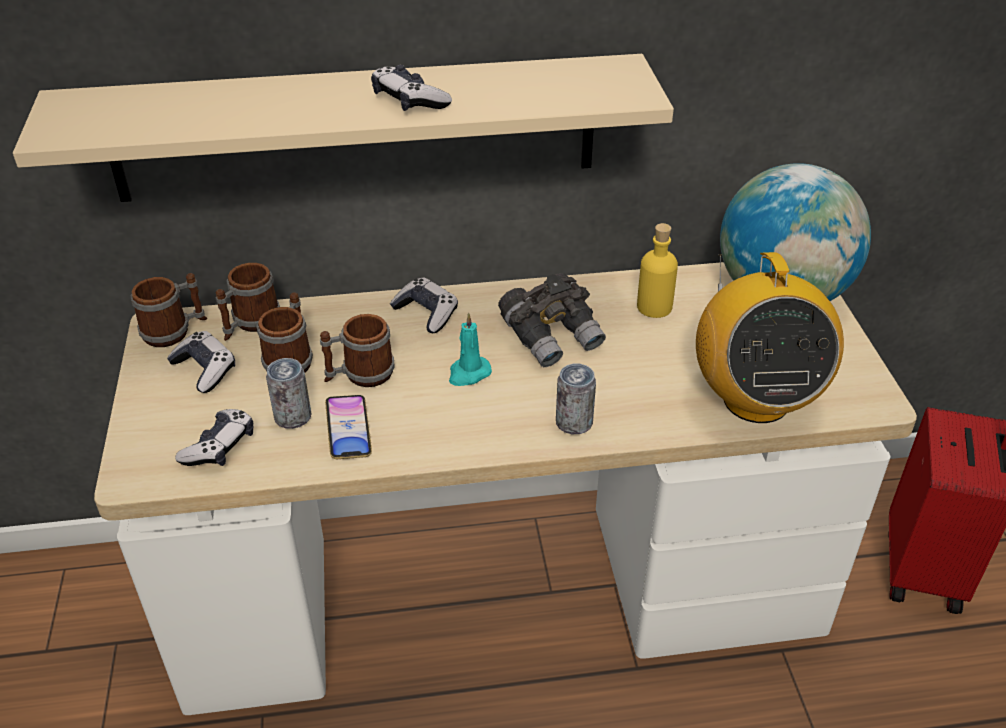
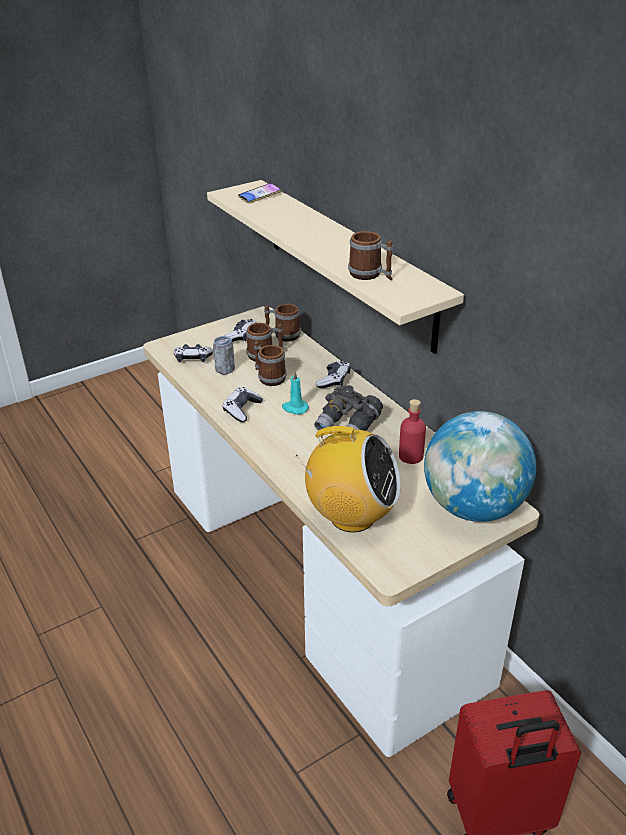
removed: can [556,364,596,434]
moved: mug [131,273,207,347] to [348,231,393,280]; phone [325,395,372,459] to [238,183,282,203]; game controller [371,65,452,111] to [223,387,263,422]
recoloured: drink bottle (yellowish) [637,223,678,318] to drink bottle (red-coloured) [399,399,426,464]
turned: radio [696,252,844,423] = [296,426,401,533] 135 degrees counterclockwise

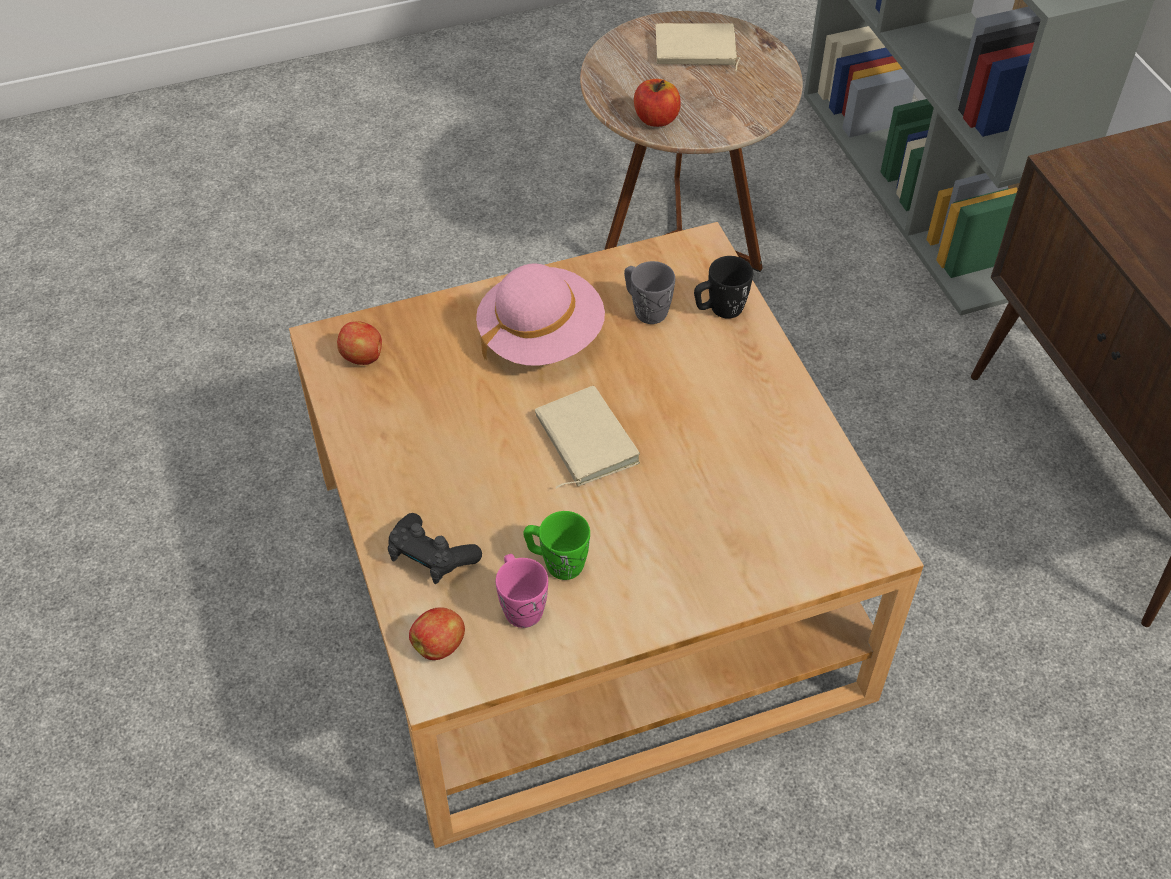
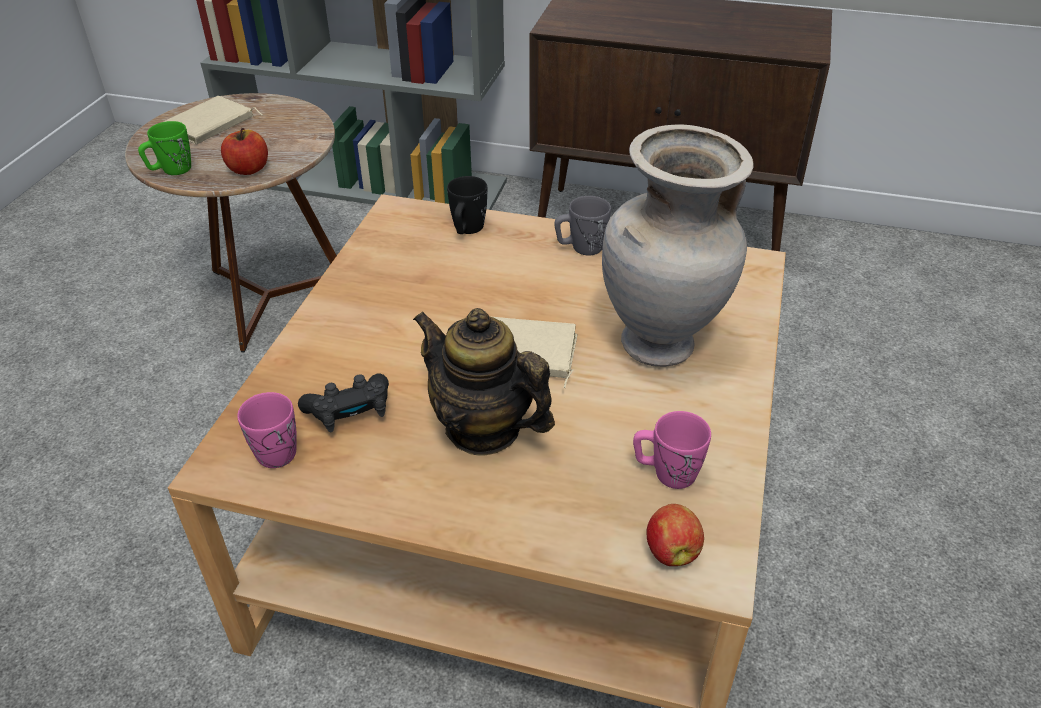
removed: hat (pink-coloured) [476,263,605,366]
added: tea pot [413,308,555,455]; flower vase (beige-coloured) [602,124,753,367]
moved: game controller (black) [388,513,482,584] to [298,374,389,432]; mug (green) [523,511,590,580] to [138,121,191,175]; mug (grey) [624,261,675,324] to [554,196,611,256]
replaced: whole apple [337,321,382,365] to mug (pink-coloured) [237,392,297,468]

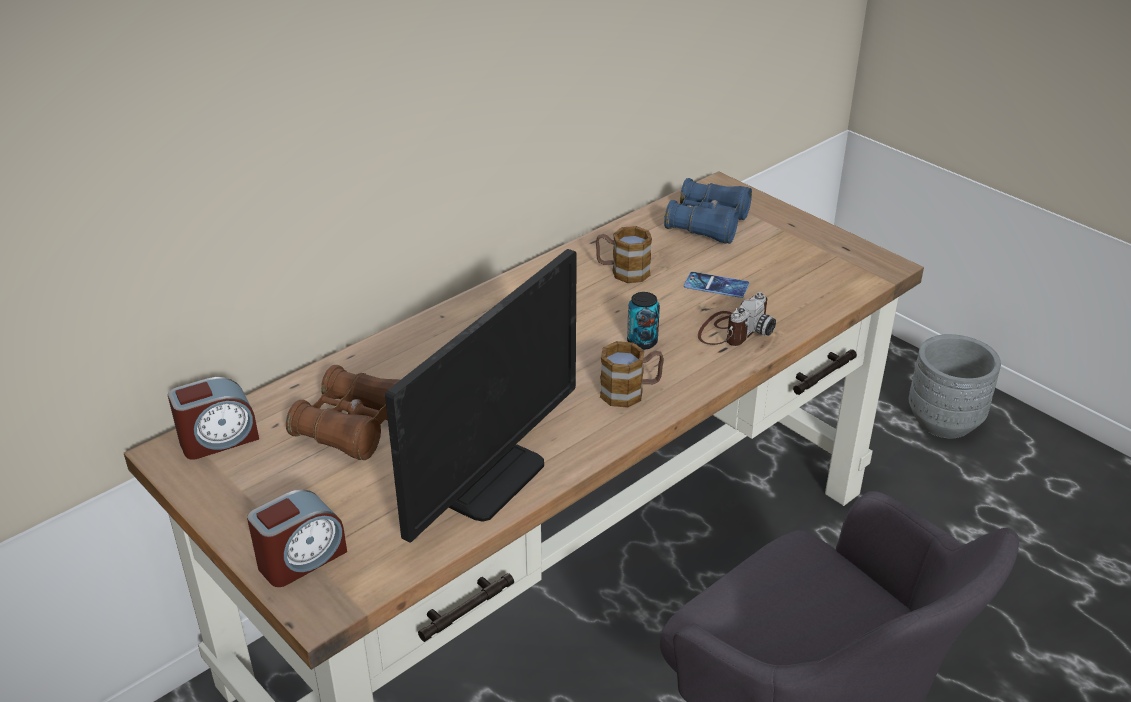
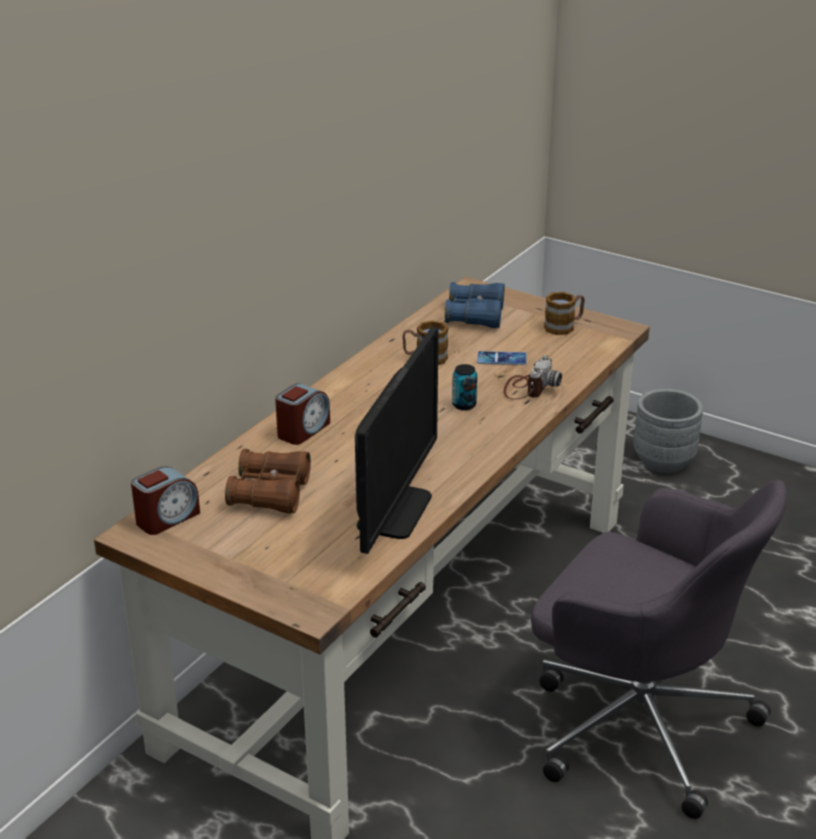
moved: alarm clock [247,489,347,587] to [275,383,330,445]; mug [600,341,664,408] to [544,292,585,335]

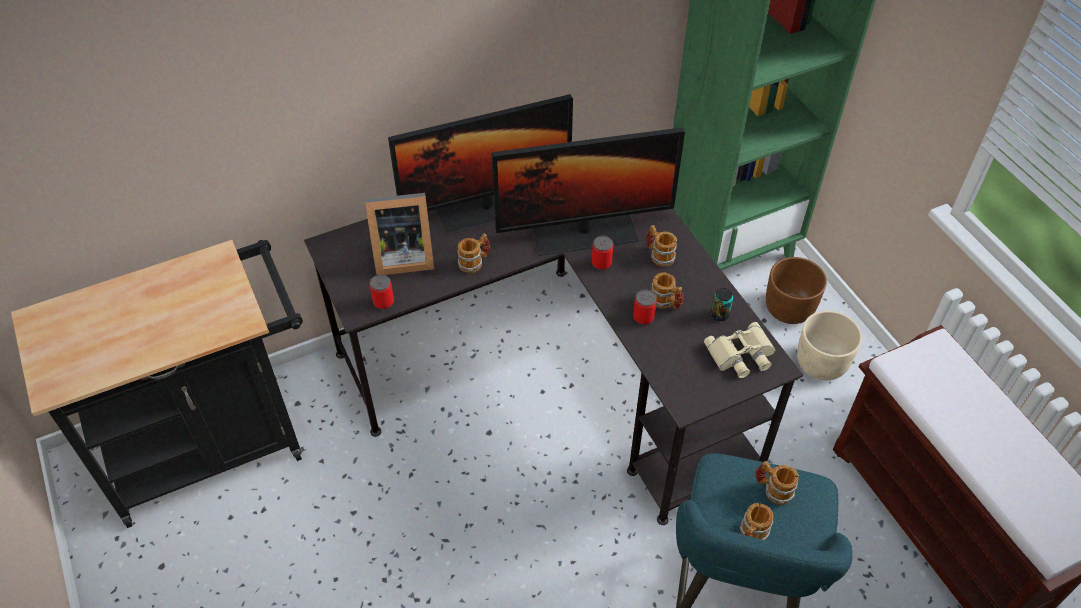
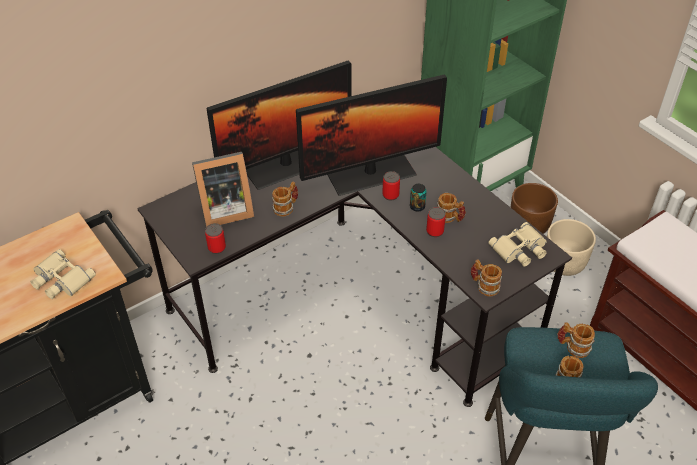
added: binoculars (beige-coloured) [30,249,96,299]
moved: mug [646,225,677,267] to [471,259,502,296]; can [710,288,733,321] to [410,184,427,212]

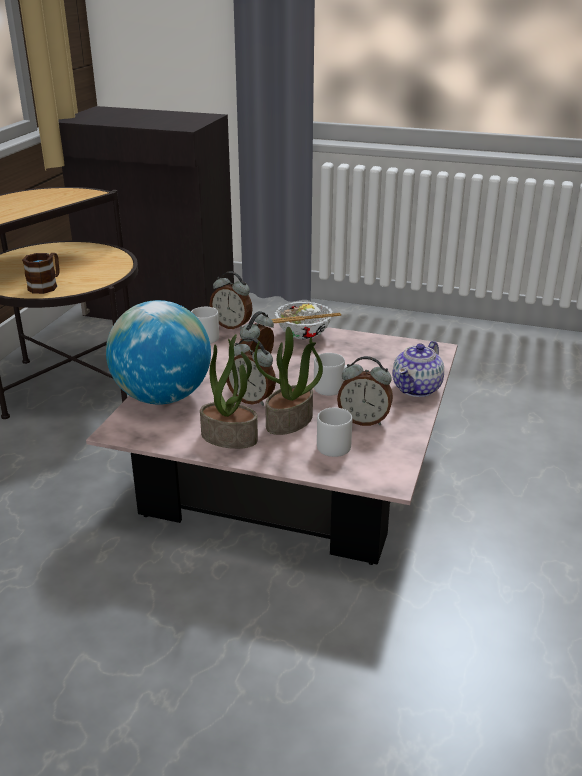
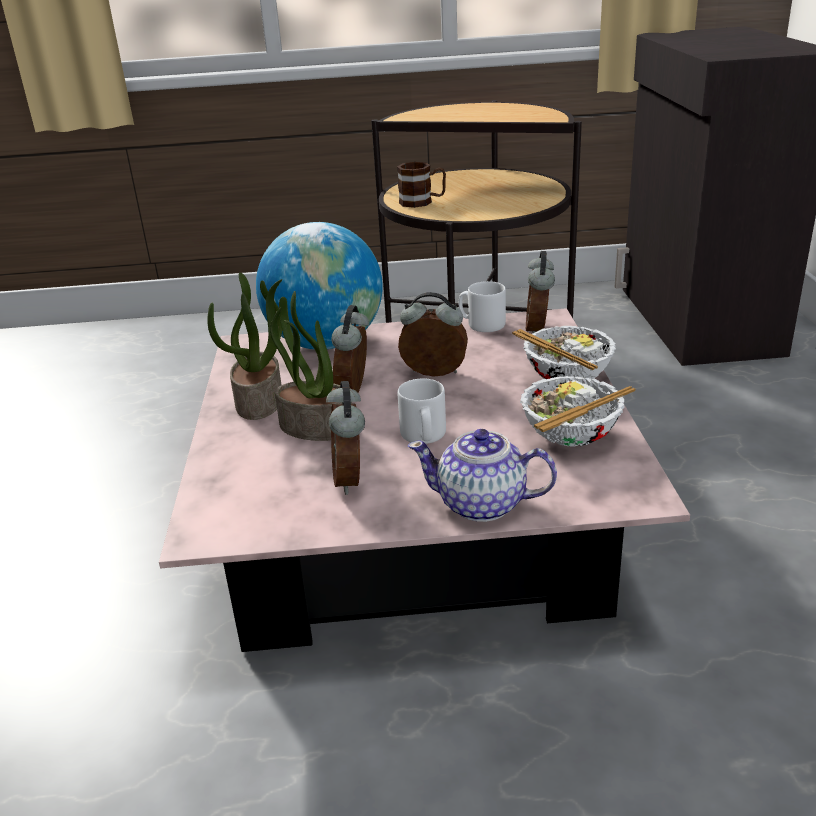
removed: mug (grey) [317,408,352,457]
added: bowl [520,376,635,447]

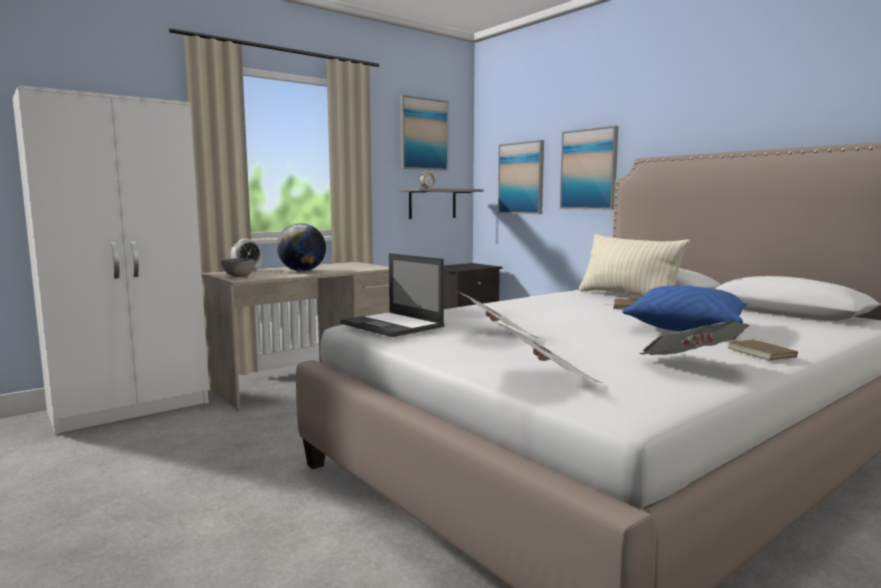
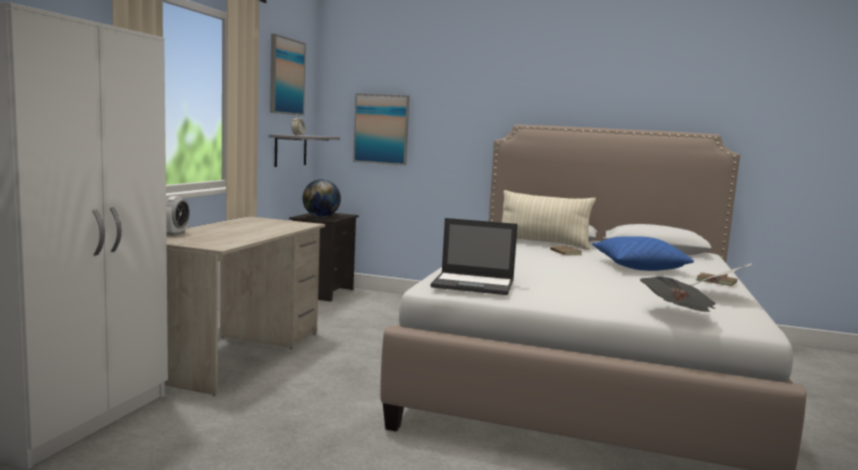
removed: bowl (grey) [221,258,255,277]; daily paper [455,291,540,338]; wall picture [560,126,618,210]
moved: world globe [277,223,326,271] to [303,179,341,217]

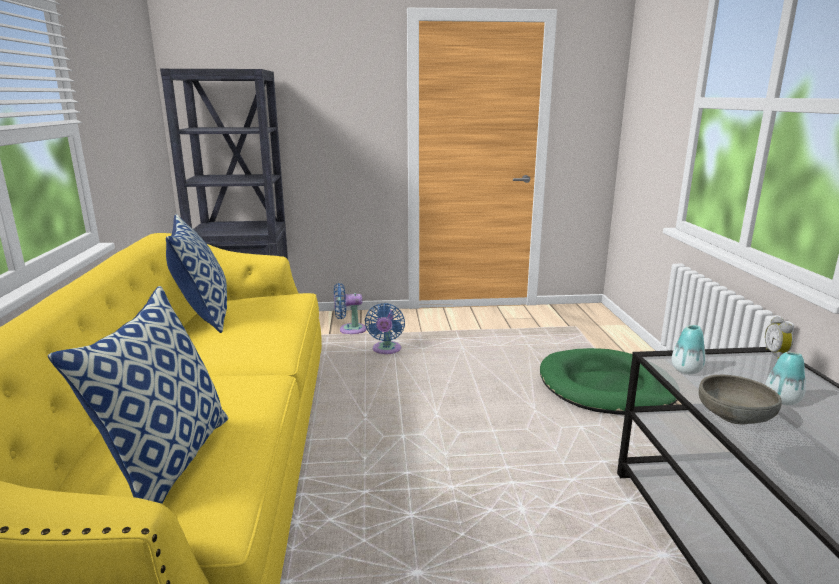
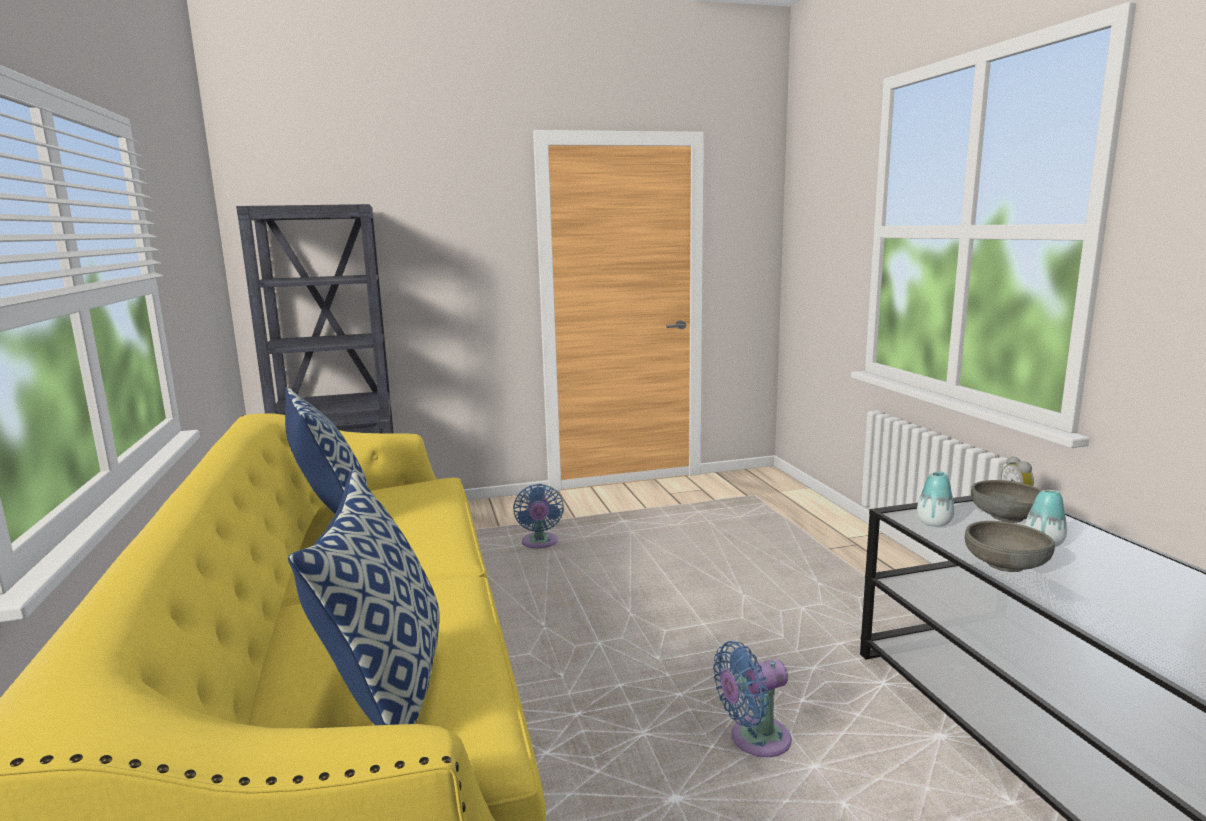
removed: dog cushion (green) [540,348,677,415]
added: bowl (grey) [971,480,1042,523]
moved: cooling fan (blue-coloured) [334,283,366,334] to [713,641,792,757]

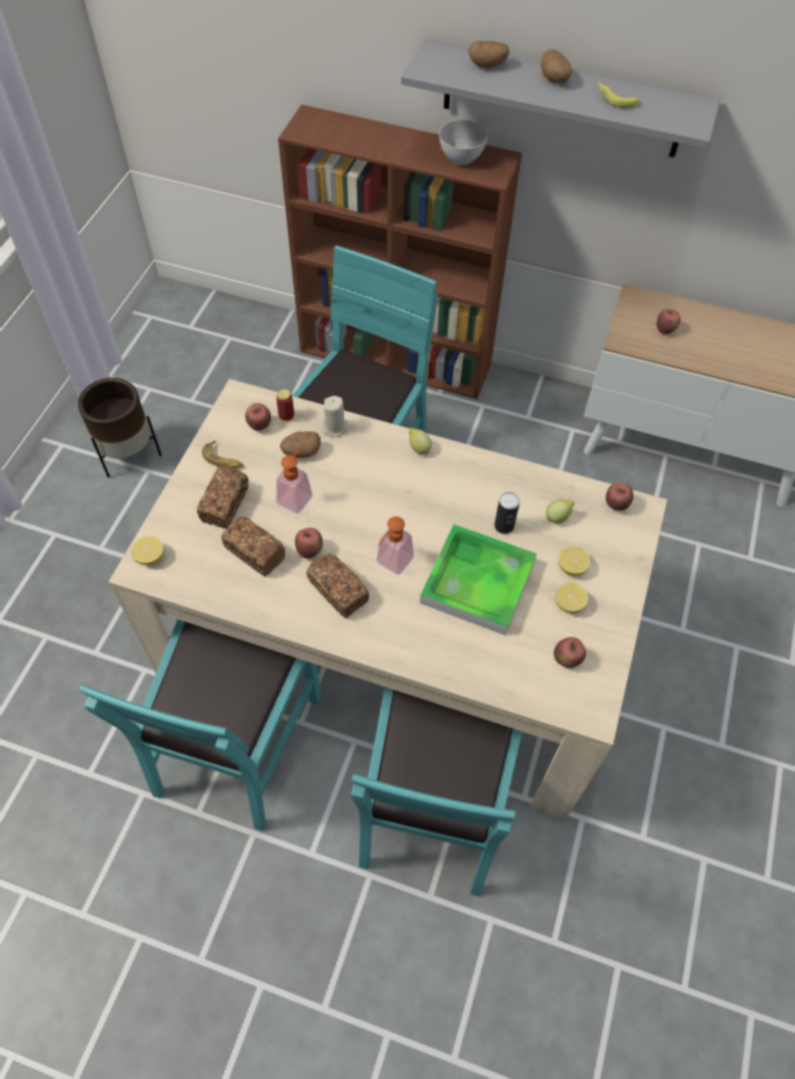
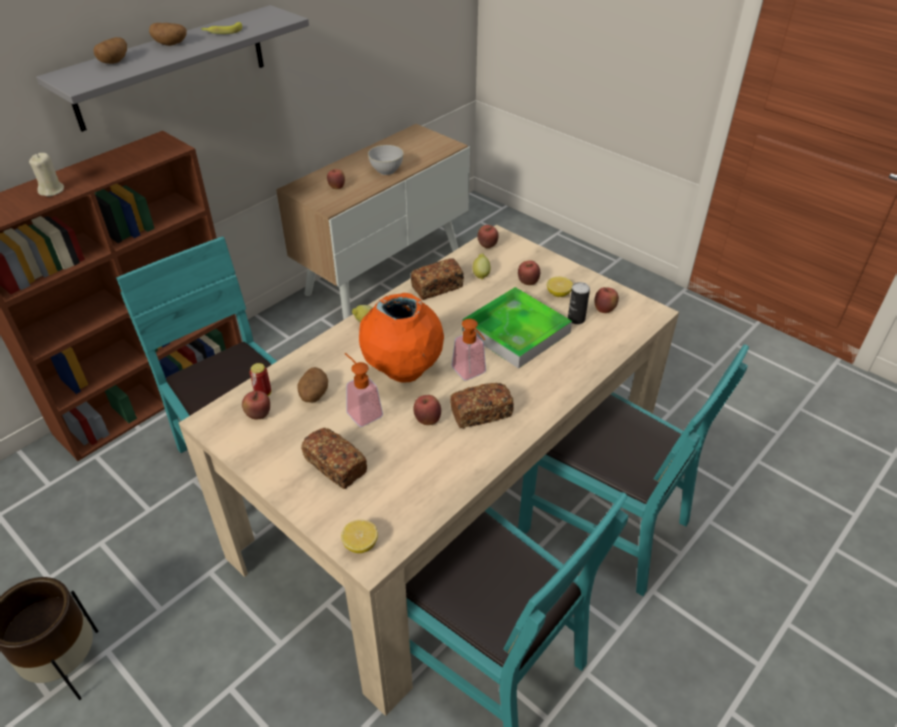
removed: whole banana [202,441,243,468]
added: flower vase (orange-coloured) [359,293,444,382]
moved: bakery bread [221,516,285,576] to [411,258,464,300]; wax candle (beige-coloured) [323,396,348,437] to [29,153,64,197]; bowl (grey) [439,120,488,165] to [368,145,403,175]; can [494,492,520,534] to [568,282,590,324]
replaced: citrus fruit [558,546,590,575] to whole apple [518,260,540,285]

